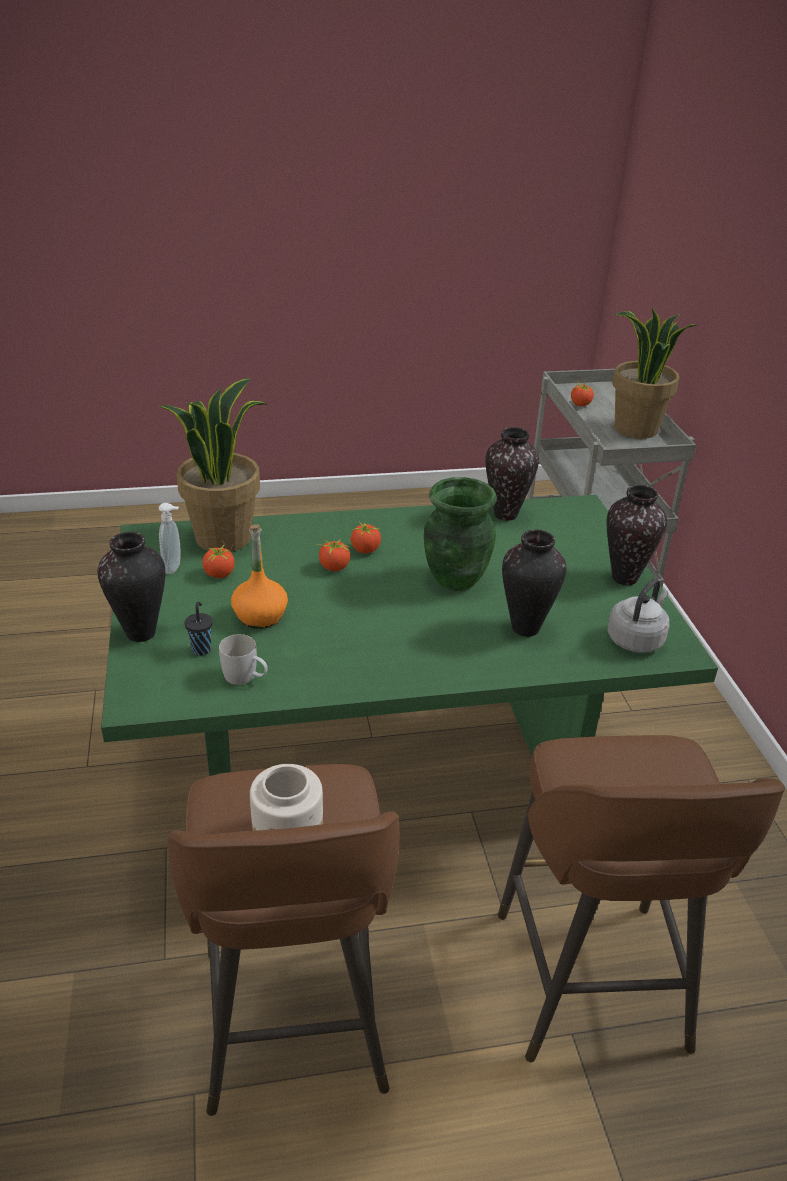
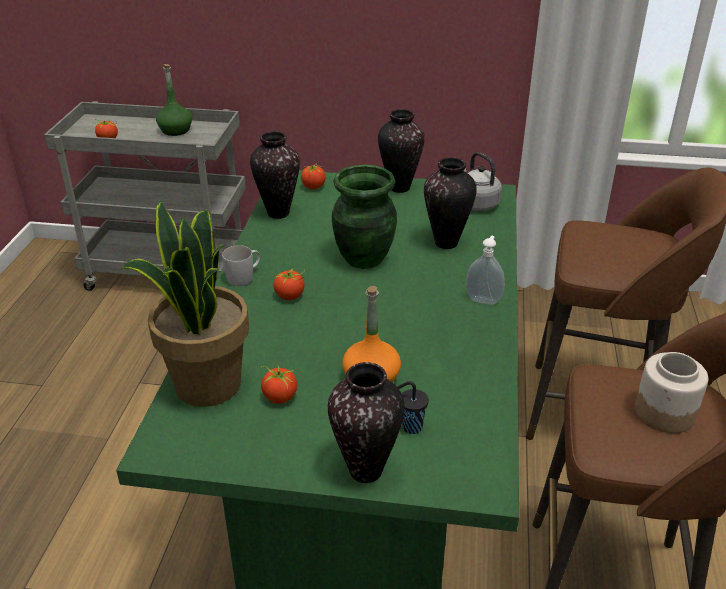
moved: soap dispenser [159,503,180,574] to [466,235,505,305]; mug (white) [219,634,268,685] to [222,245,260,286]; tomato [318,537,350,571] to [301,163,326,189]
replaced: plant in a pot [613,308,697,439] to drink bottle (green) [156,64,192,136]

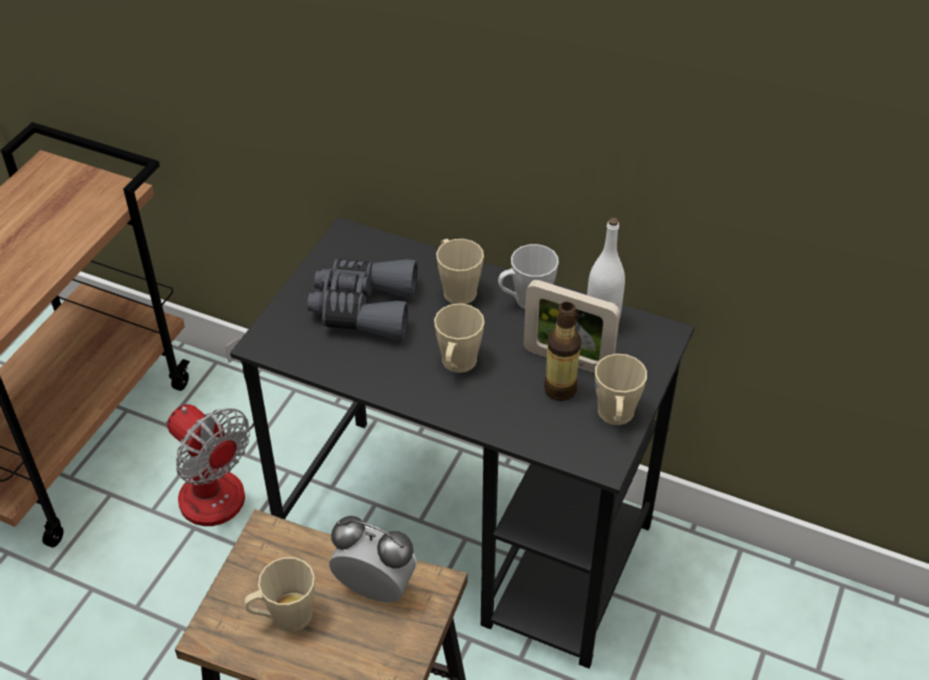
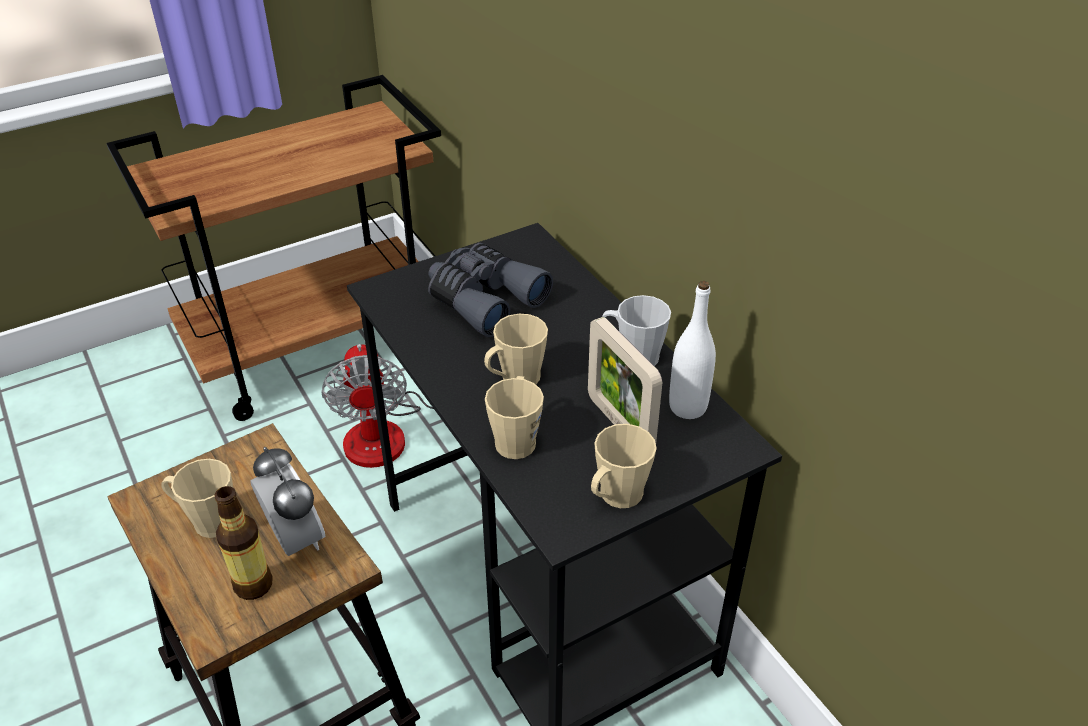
moved: mug (beige-coloured) [436,239,484,304] to [485,376,544,459]; drink bottle [544,302,581,401] to [214,486,273,600]

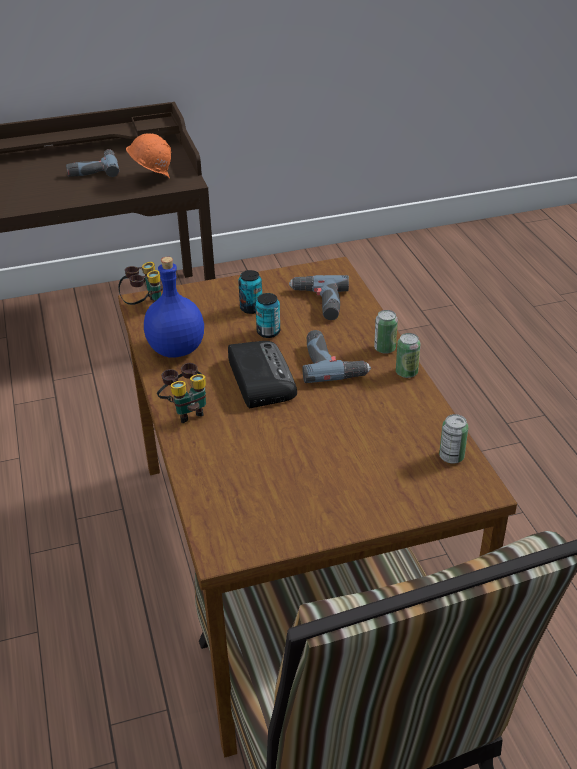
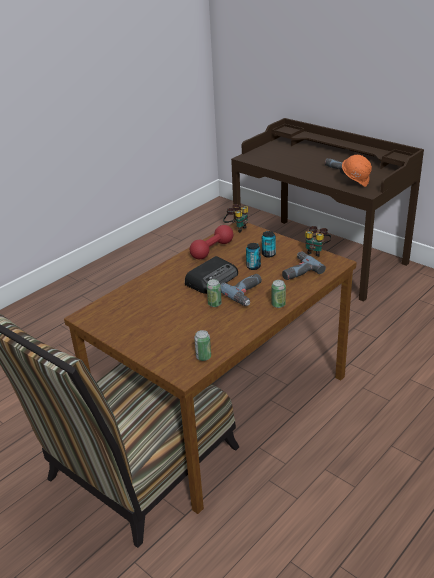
moved: binoculars [157,363,206,423] to [305,226,331,257]; can [396,333,420,378] to [207,279,222,307]
replaced: drink bottle (blue-coloured) [144,257,204,358] to dumbbell (red-coloured) [190,225,233,259]

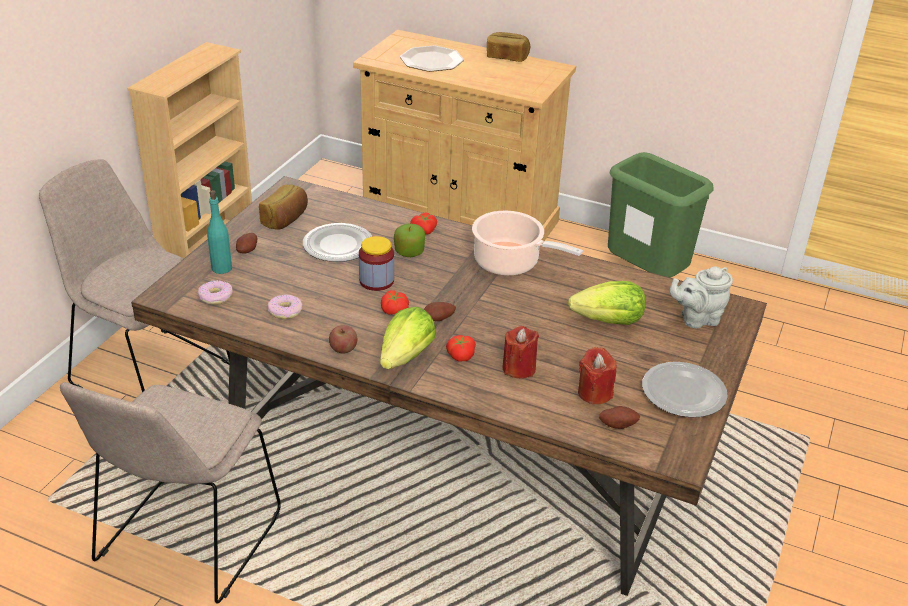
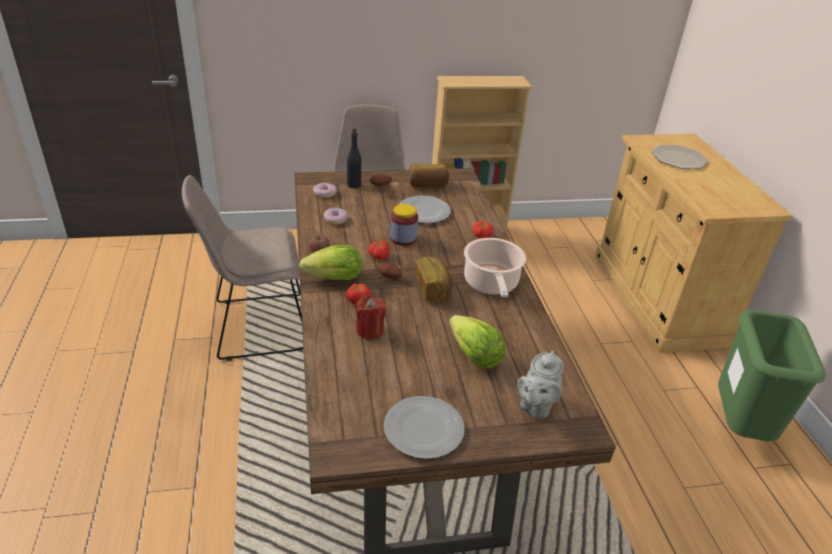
removed: whole apple [394,224,425,257]; wax candle (red-coloured) [578,347,617,404]; potato [599,406,640,429]
moved: bakery bread [487,32,530,62] to [415,257,453,302]
recoloured: drink bottle (turquoise) [207,190,232,274] to drink bottle (black) [347,128,361,188]
turned: tea pot (grey) [670,266,733,328] = [517,351,564,419] 105 degrees counterclockwise

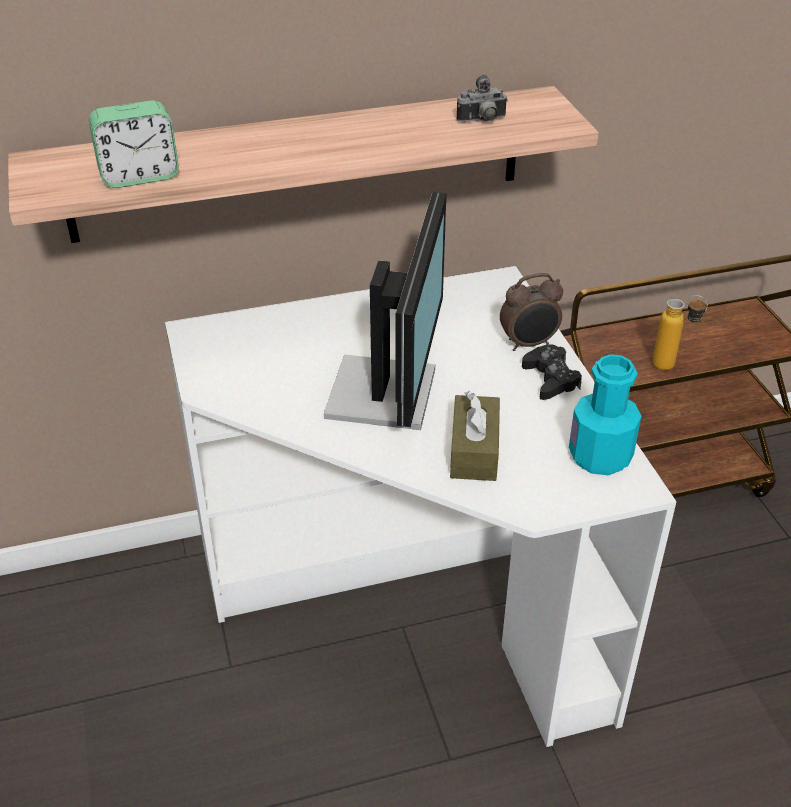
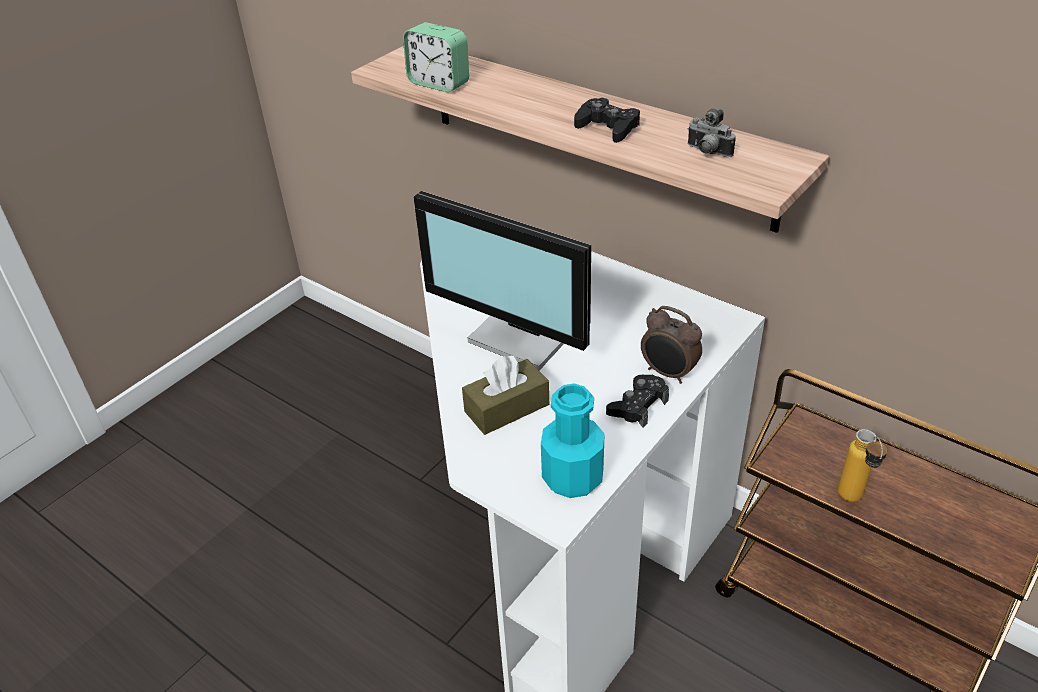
added: game controller (black) [574,98,640,143]
turned: computer screen [324,192,446,430] = [414,191,591,370] 60 degrees clockwise

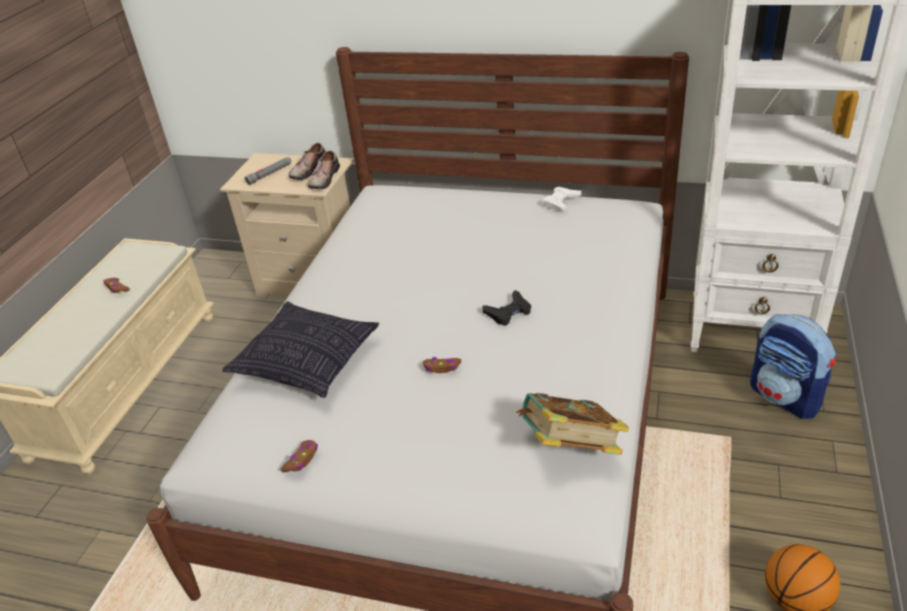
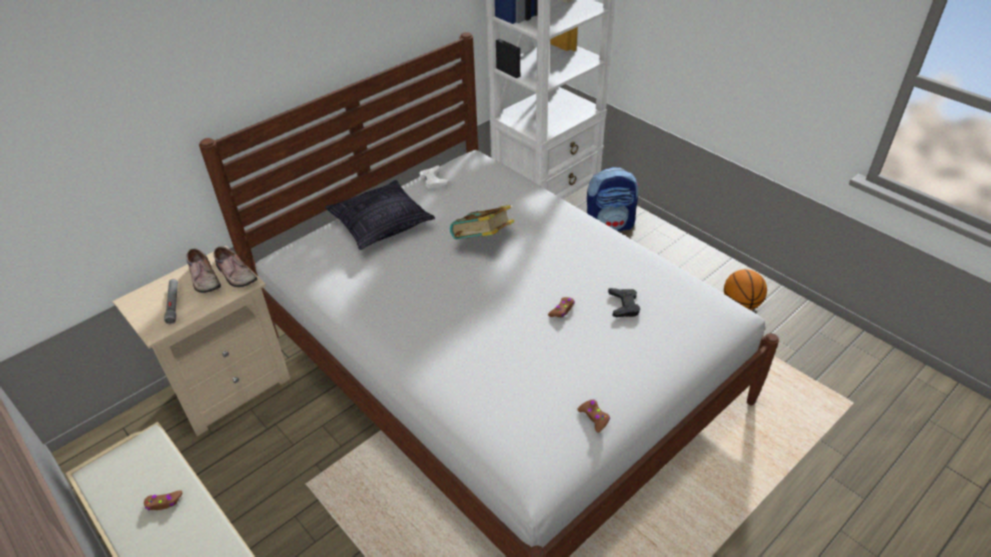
moved: pillow [222,302,379,398] to [325,180,435,250]; game controller (black) [482,290,531,326] to [608,288,640,317]; bound book [516,393,629,455] to [450,205,514,240]

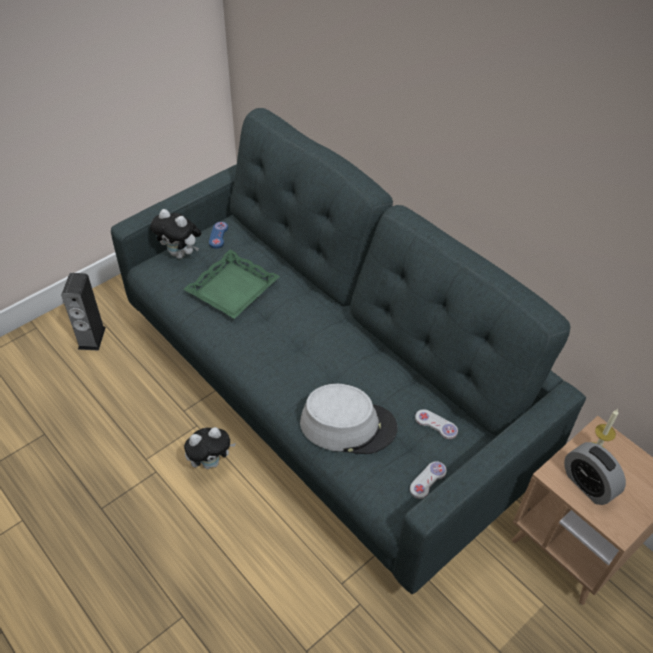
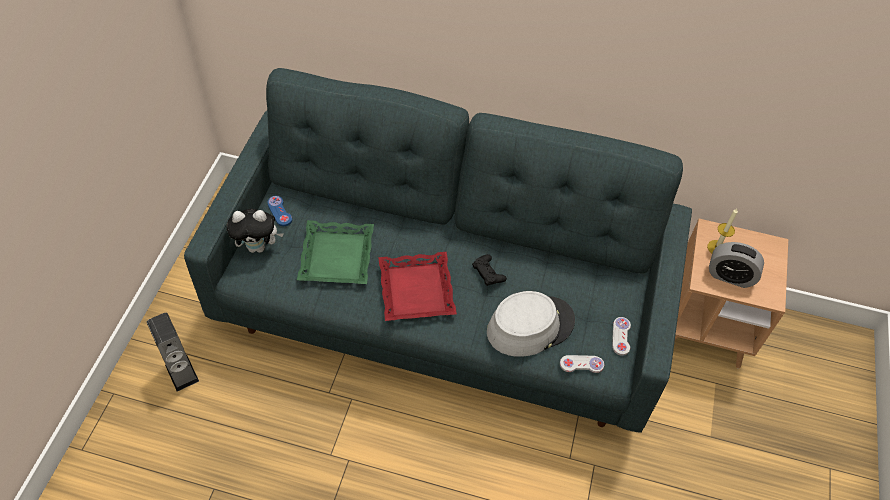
removed: soft toy [184,427,236,469]
added: serving tray (red-coloured) [378,252,457,321]; game controller (black) [472,254,507,286]
moved: game controller (white) [415,409,458,439] to [560,355,604,373]

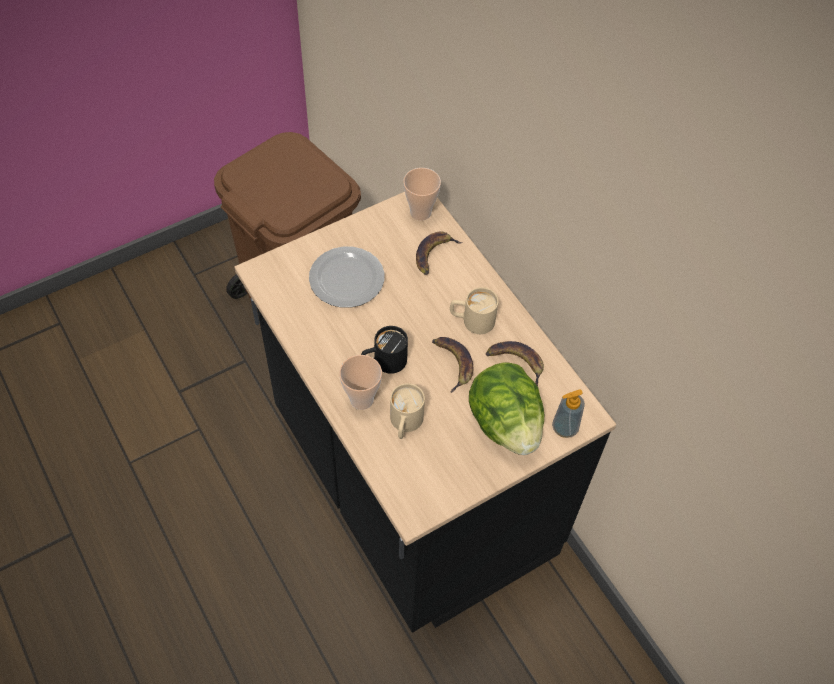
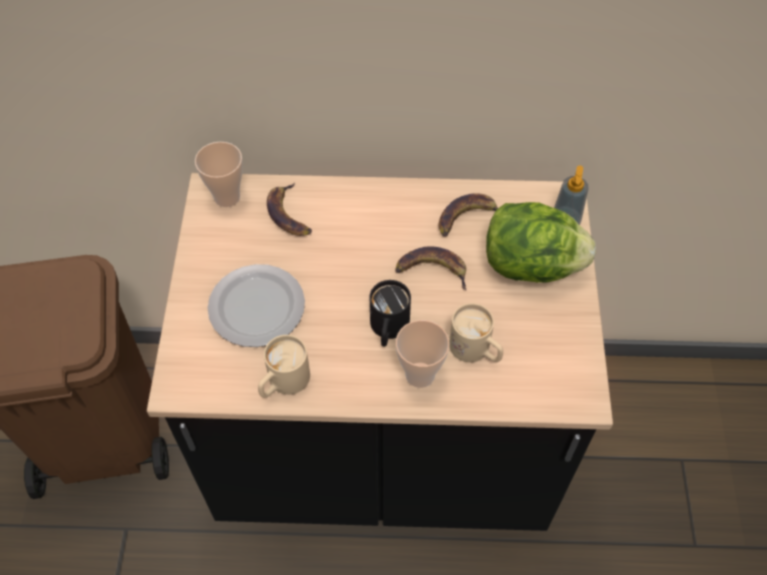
moved: mug (beige-coloured) [450,287,499,334] to [258,335,310,398]

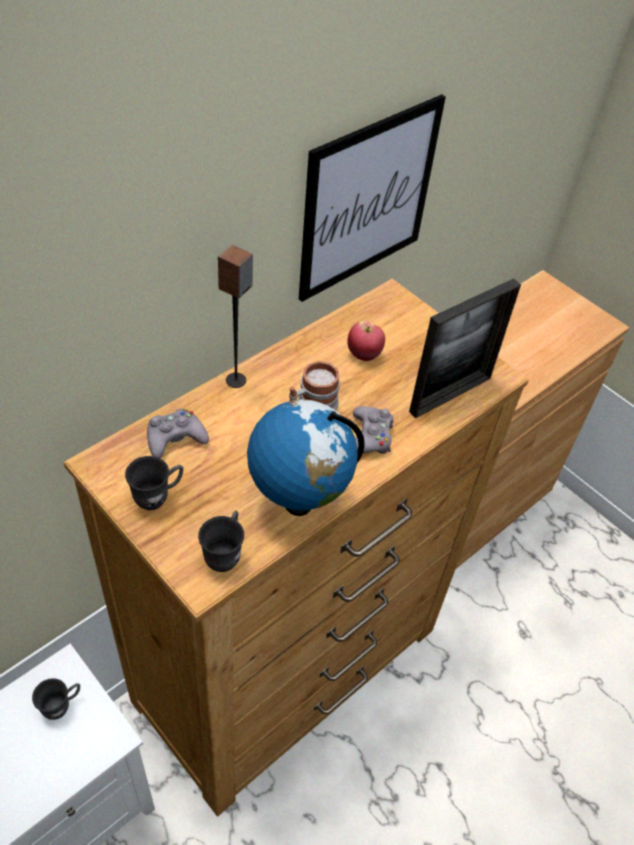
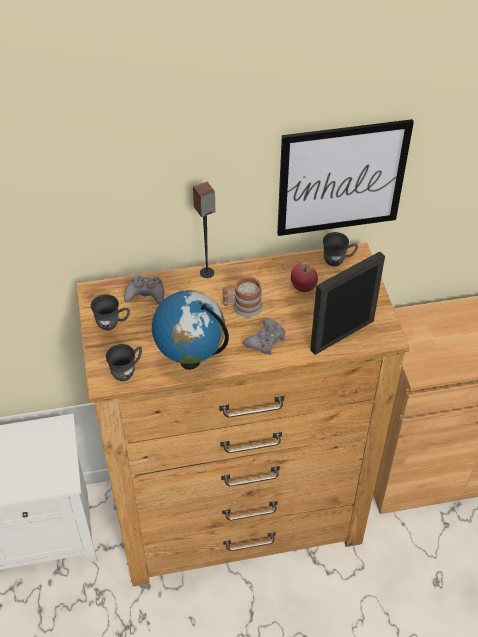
moved: mug (grey) [32,678,80,720] to [323,232,358,266]
turned: standing frame [409,278,521,418] = [310,251,385,355] 150 degrees clockwise

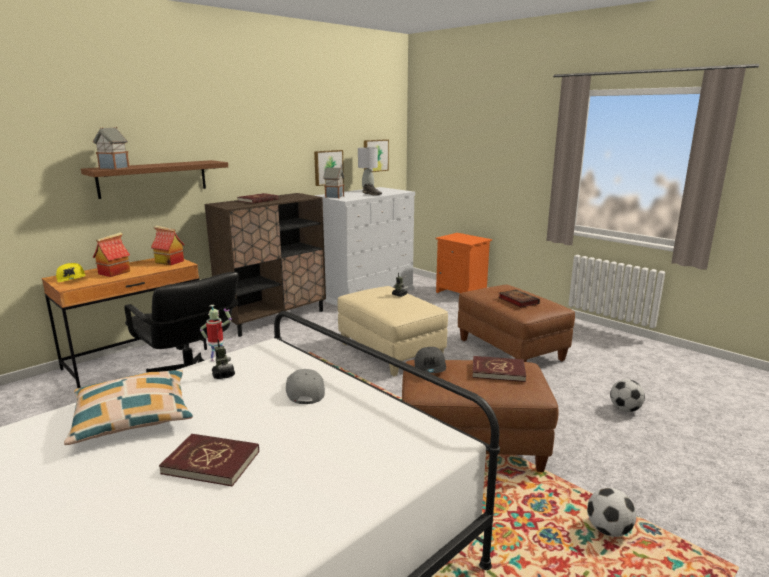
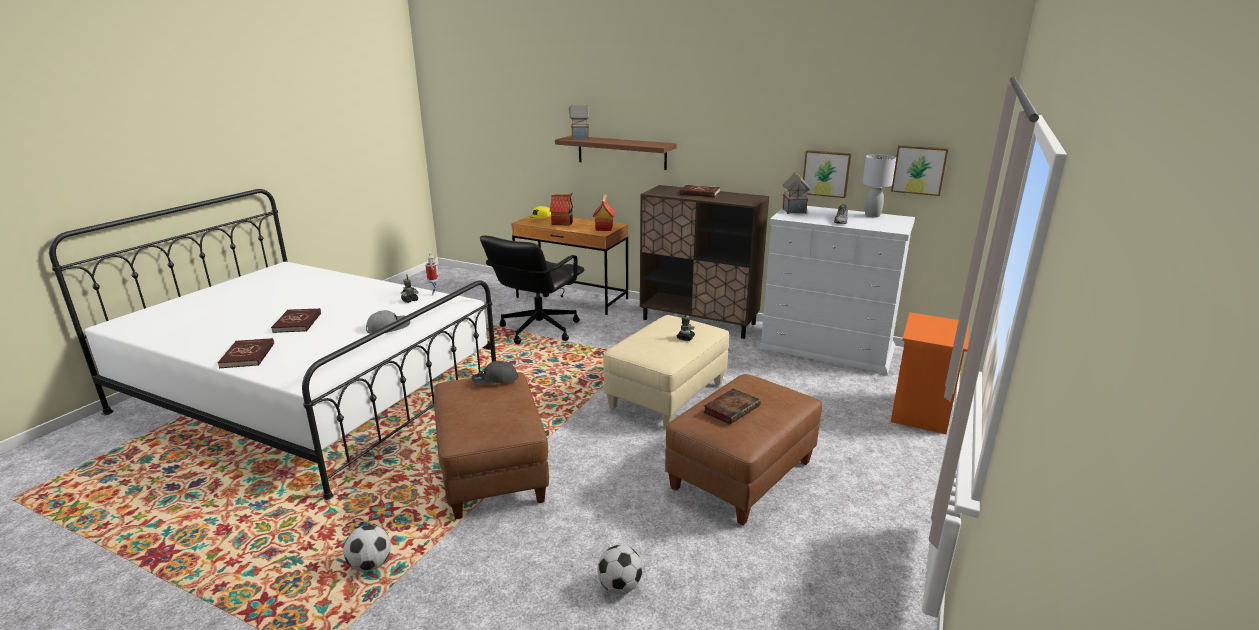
removed: pillow [64,370,193,445]
moved: bound book (red-coloured) [473,356,526,382] to [218,338,274,368]

